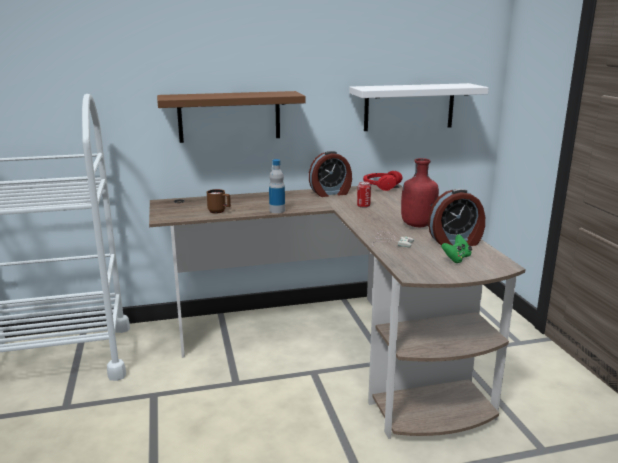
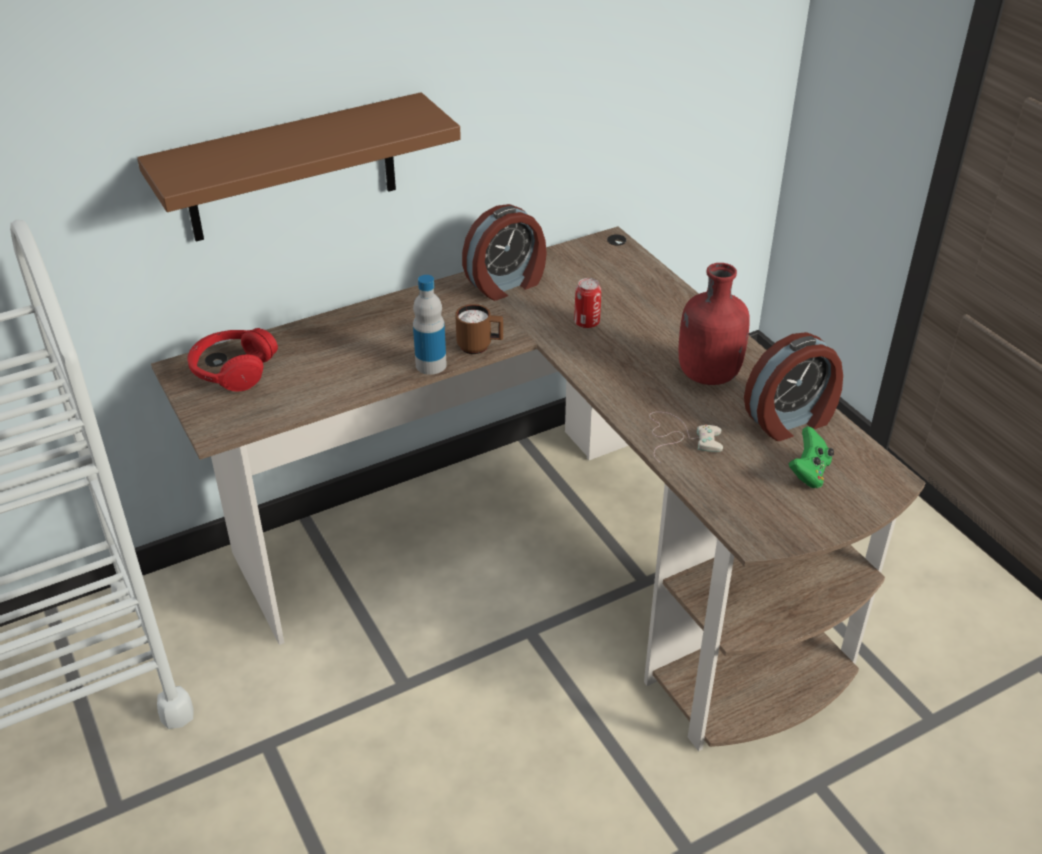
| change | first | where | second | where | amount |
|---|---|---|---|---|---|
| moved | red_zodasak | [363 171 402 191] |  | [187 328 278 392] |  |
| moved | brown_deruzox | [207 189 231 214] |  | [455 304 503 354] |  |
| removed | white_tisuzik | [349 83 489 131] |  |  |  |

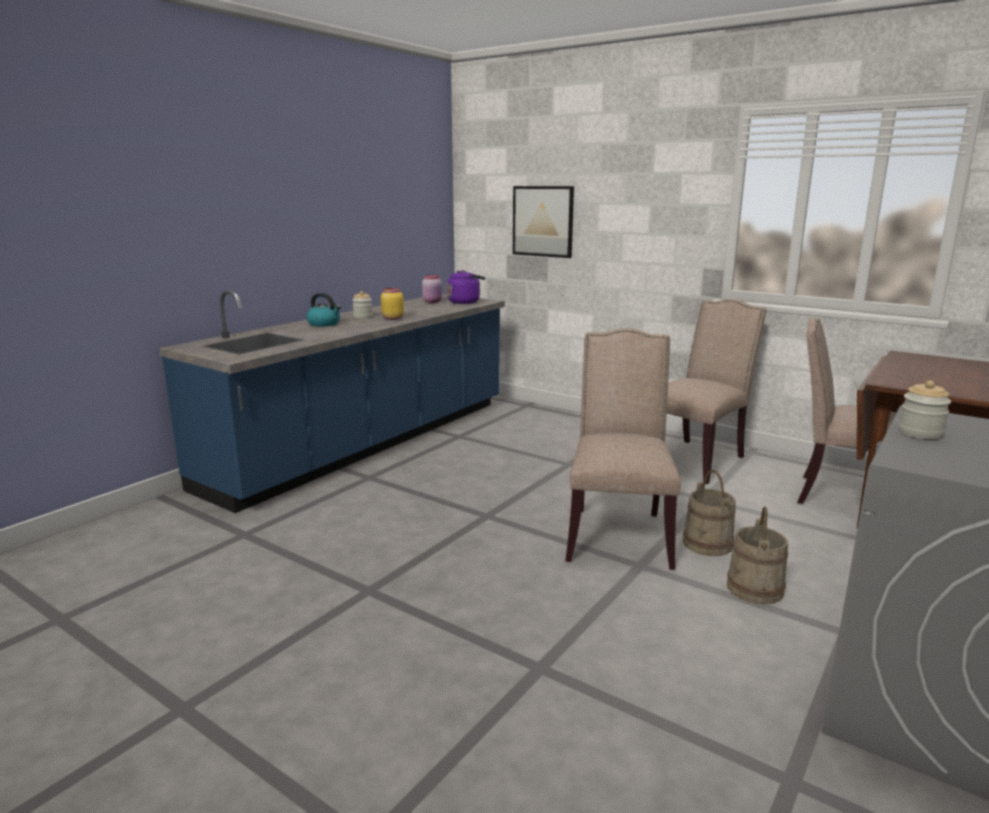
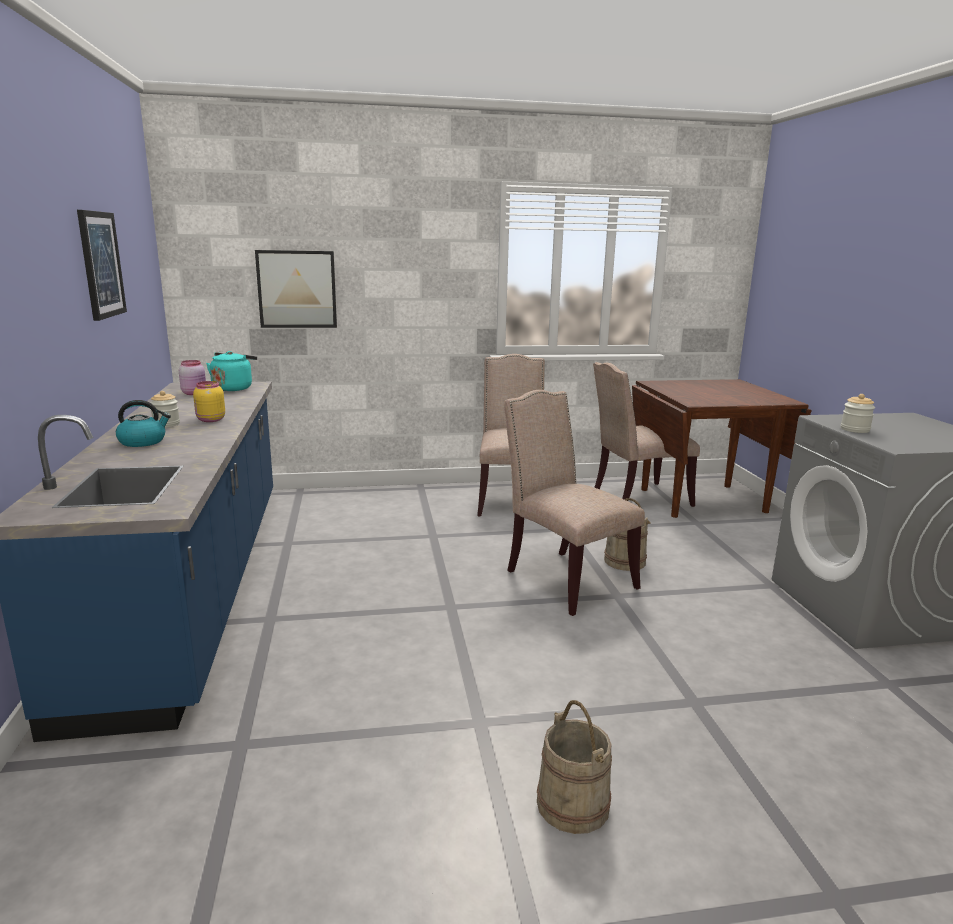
| change | first | where | second | where | amount |
|---|---|---|---|---|---|
| added |  |  | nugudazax | [77 210 127 321] |  |
| recoloured | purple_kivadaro | [447 270 485 304] | turquoise_kivadaro | [206 351 257 391] |  |
| moved | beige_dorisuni | [727 506 788 604] |  | [537 700 612 834] |  |

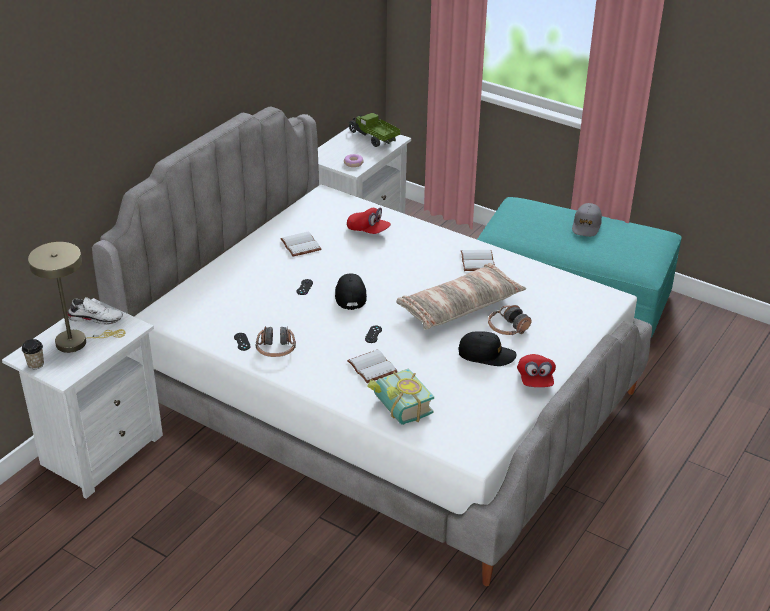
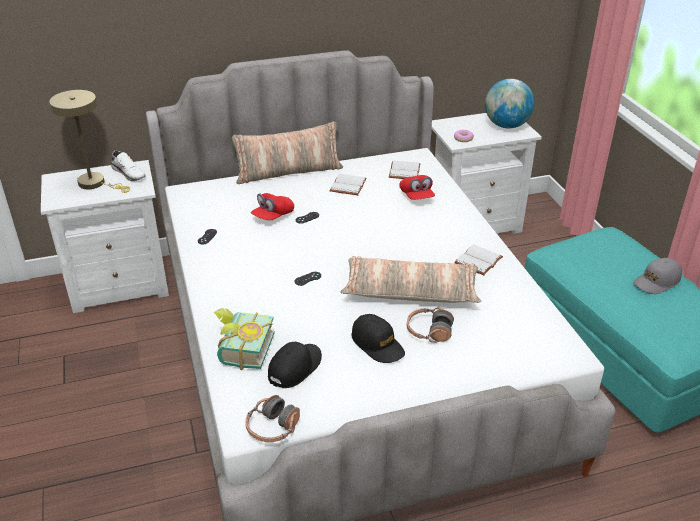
| change | first | where | second | where | amount |
|---|---|---|---|---|---|
| added |  |  | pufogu | [232 122 343 184] |  |
| moved | zodasak | [256 326 296 357] |  | [245 395 300 442] |  |
| moved | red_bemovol | [517 354 556 387] |  | [251 193 294 220] |  |
| moved | black_bemovol | [335 273 367 310] |  | [268 342 322 388] |  |
| moved | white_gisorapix | [347 350 398 383] |  | [389 160 421 179] |  |
| replaced | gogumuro | [348 113 400 147] | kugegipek | [485 79 535 129] |  |
| removed | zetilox | [22 339 44 369] |  |  |  |

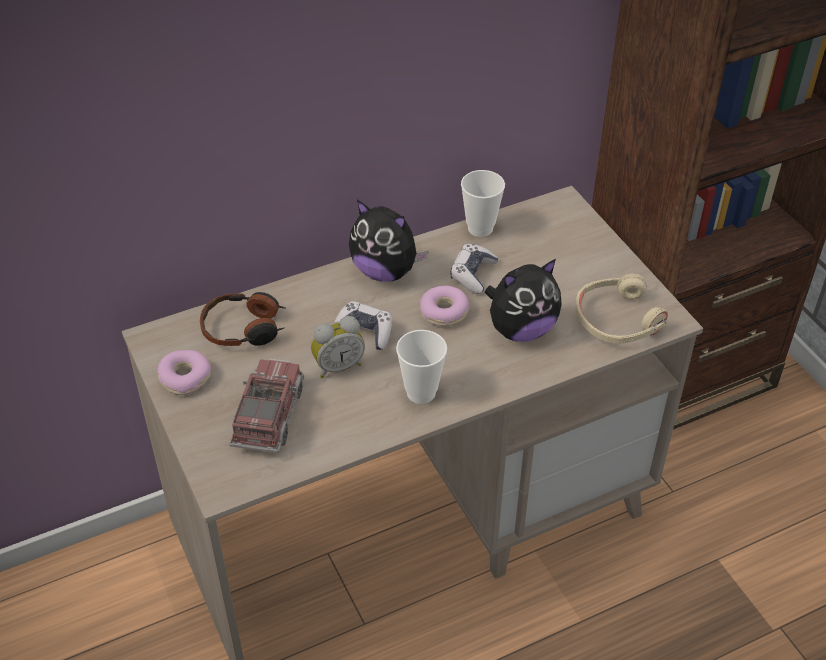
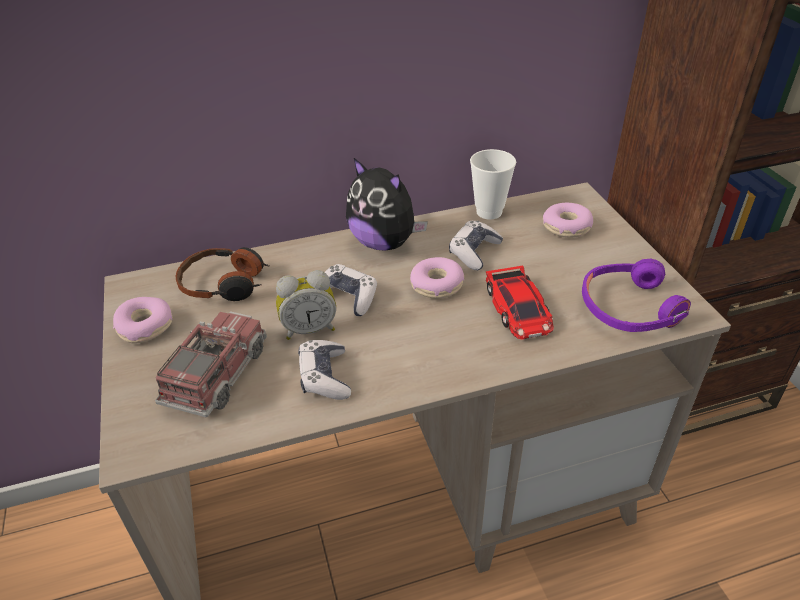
| change | first | where | second | where | amount |
|---|---|---|---|---|---|
| added |  |  | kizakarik | [298 340 351 400] |  |
| replaced | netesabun | [485 259 562 342] | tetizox | [486 266 554 339] |  |
| added |  |  | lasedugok | [543 203 593 238] |  |
| recoloured | beige_zodasak | [575 274 668 344] | purple_zodasak | [582 259 691 332] |  |
| removed | zetilox | [396 330 447 404] |  |  |  |

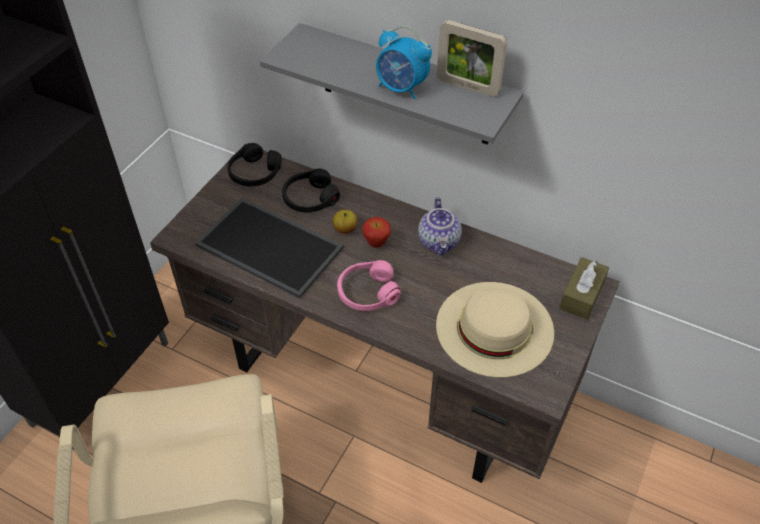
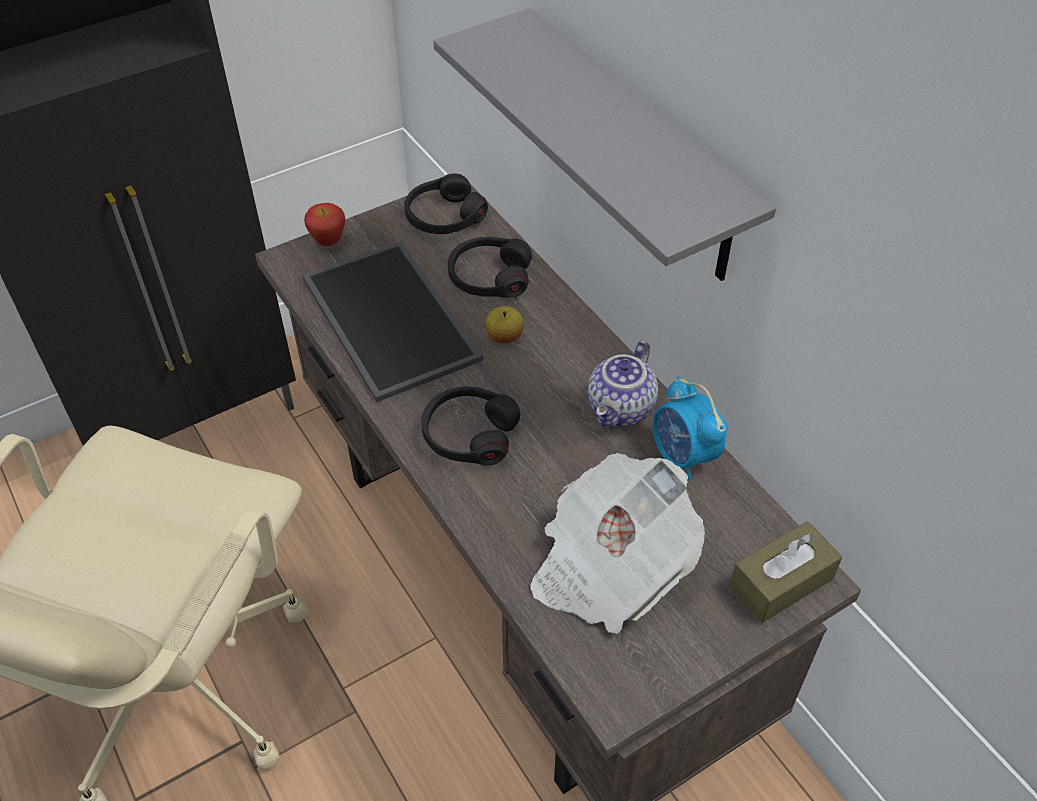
| change | first | where | second | where | amount |
|---|---|---|---|---|---|
| moved | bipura | [362 217 391 248] |  | [304 203 345 246] |  |
| recoloured | pink_zodasak | [337 260 401 311] | black_zodasak | [421 386 520 466] |  |
| replaced | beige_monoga | [436 282 554 378] | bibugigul | [530 453 705 634] |  |
| moved | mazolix | [376 26 432 100] |  | [653 376 728 481] |  |
| removed | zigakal | [437 20 507 97] |  |  |  |

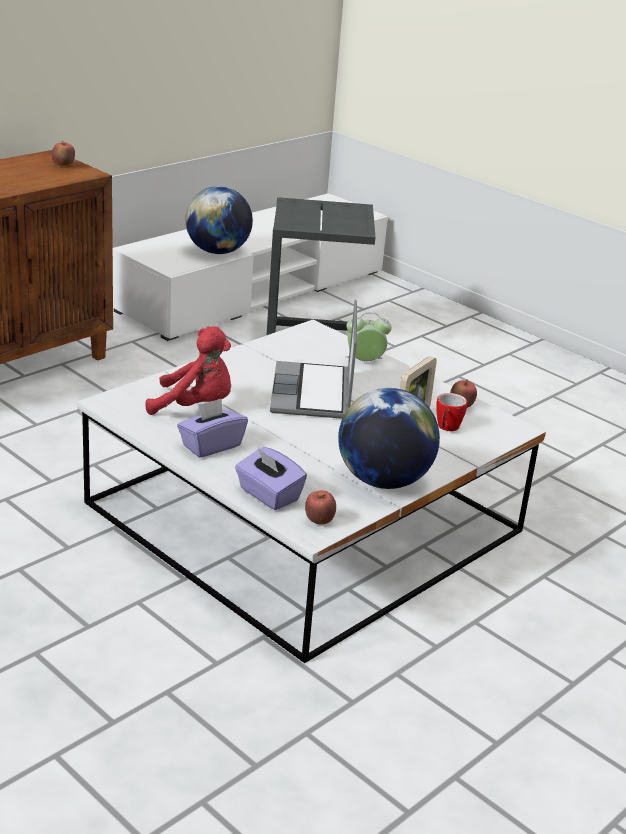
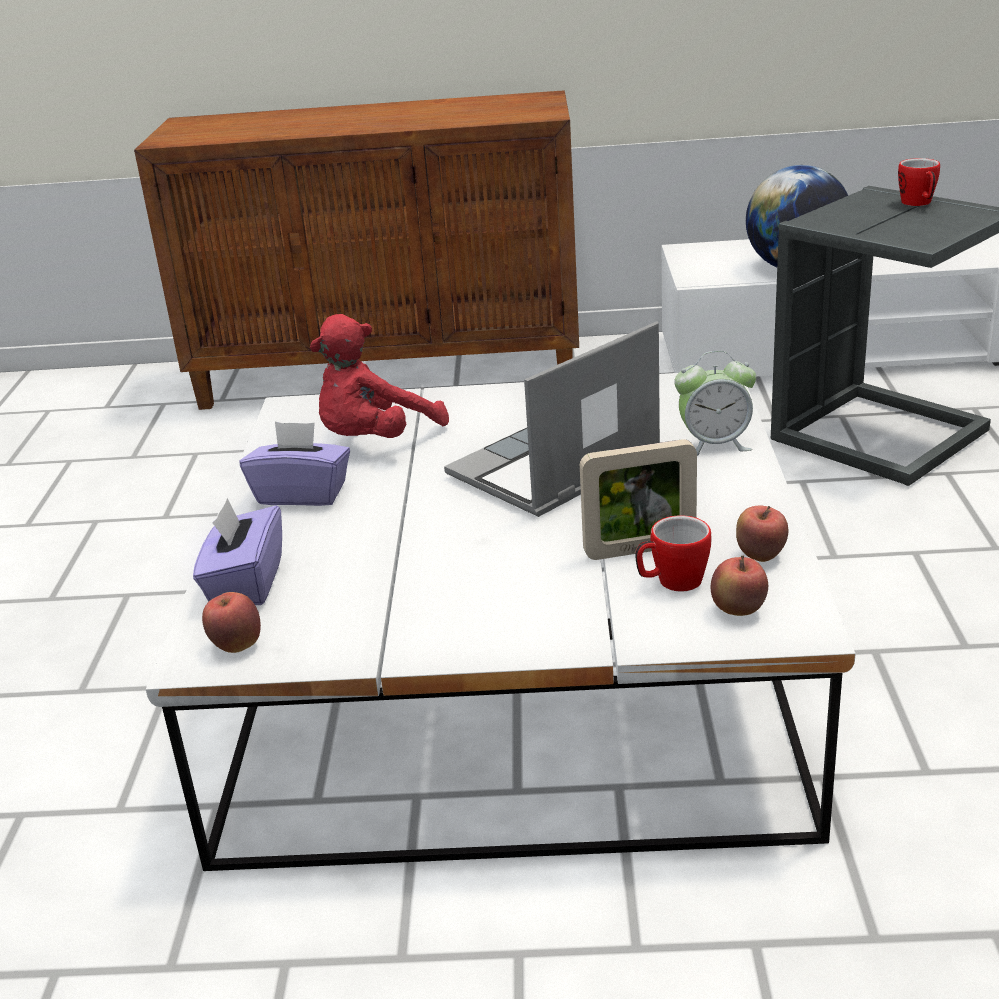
| change | first | where | second | where | amount |
|---|---|---|---|---|---|
| turned | red_netesabun | [146 326 231 415] |  | [310 314 449 438] | 75 degrees clockwise |
| turned | mazolix | [346 313 392 361] |  | [674 351 756 456] | 135 degrees clockwise |
| moved | bipura | [52 141 75 166] |  | [711 556 768 616] |  |
| added |  |  | deruzox | [898 158 940 206] |  |
| removed | kugegipek | [338 388 440 489] |  |  |  |

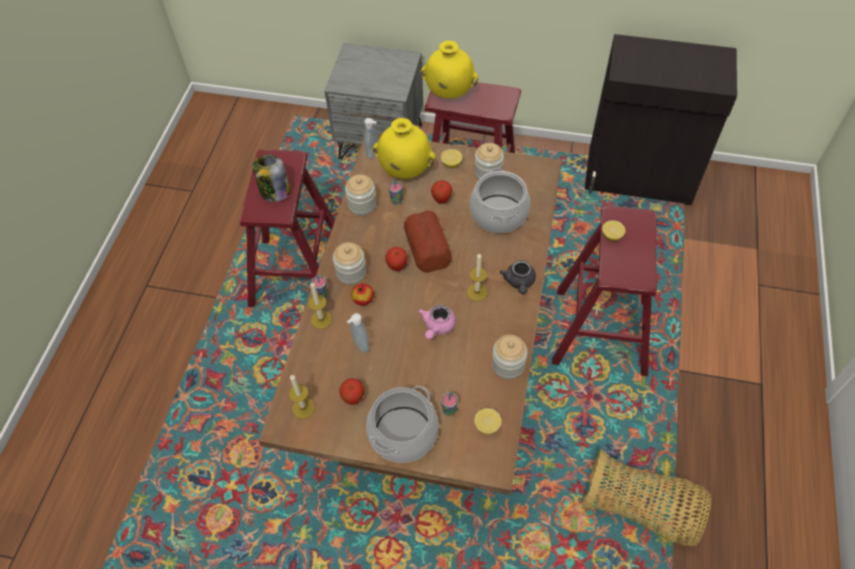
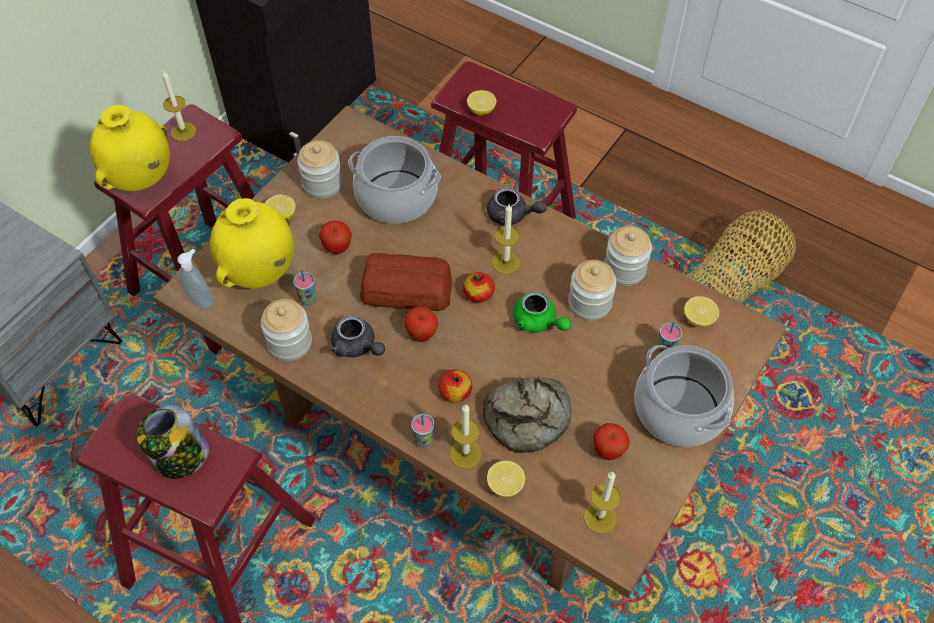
| change | first | where | second | where | amount |
|---|---|---|---|---|---|
| added |  |  | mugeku | [162 70 196 141] |  |
| added |  |  | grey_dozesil | [331 315 385 357] |  |
| added |  |  | bipura | [463 272 495 302] |  |
| replaced | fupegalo | [347 313 369 352] | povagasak | [483 377 571 453] |  |
| added |  |  | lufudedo | [487 461 525 497] |  |
| recoloured | pink_dozesil | [418 305 456 340] | green_dozesil | [513 291 571 332] |  |
| moved | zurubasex | [333 242 366 285] |  | [568 260 617 321] |  |

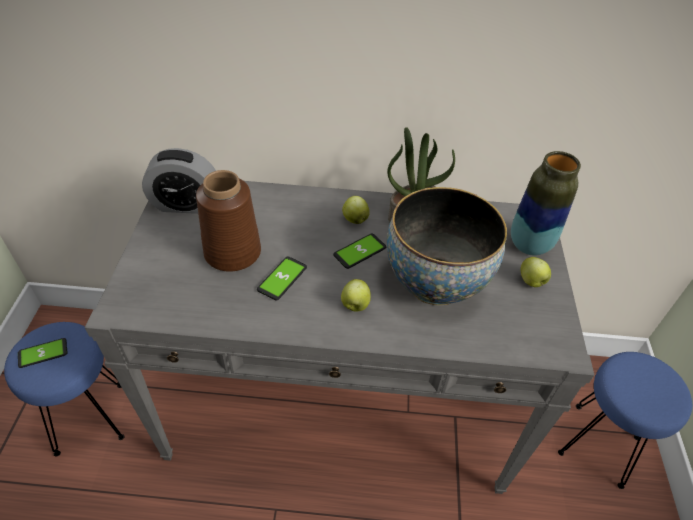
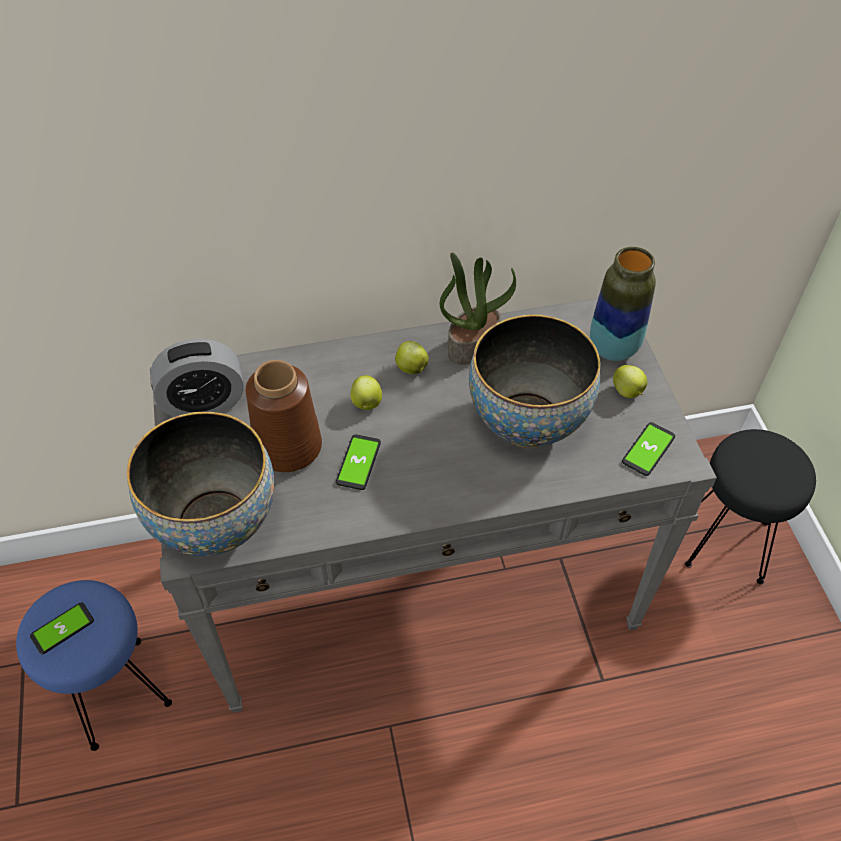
| change | first | where | second | where | amount |
|---|---|---|---|---|---|
| added |  |  | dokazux | [127 412 274 556] |  |
| moved | bipura | [341 279 371 311] |  | [350 375 382 410] |  |
| moved | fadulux | [333 233 386 269] |  | [622 422 675 476] |  |
| recoloured | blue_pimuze | [558 352 692 489] | black_pimuze | [685 429 816 584] |  |

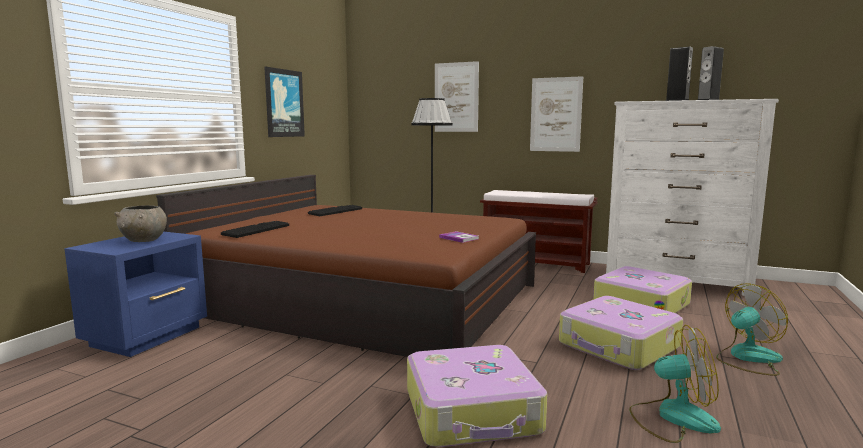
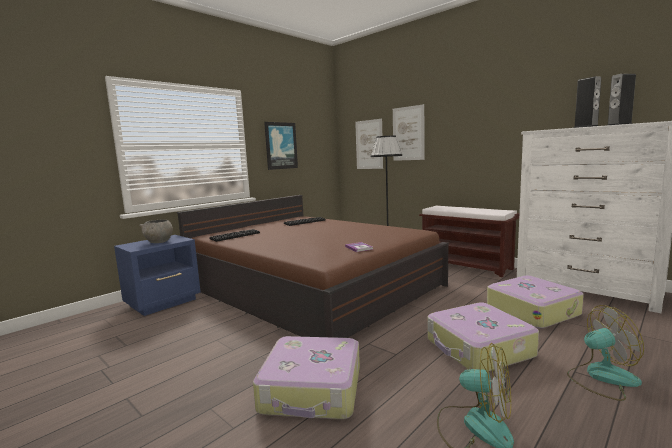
| change | first | where | second | where | amount |
|---|---|---|---|---|---|
| moved | nugudazax | [530 76 583 152] |  | [355 119 383 169] |  |

